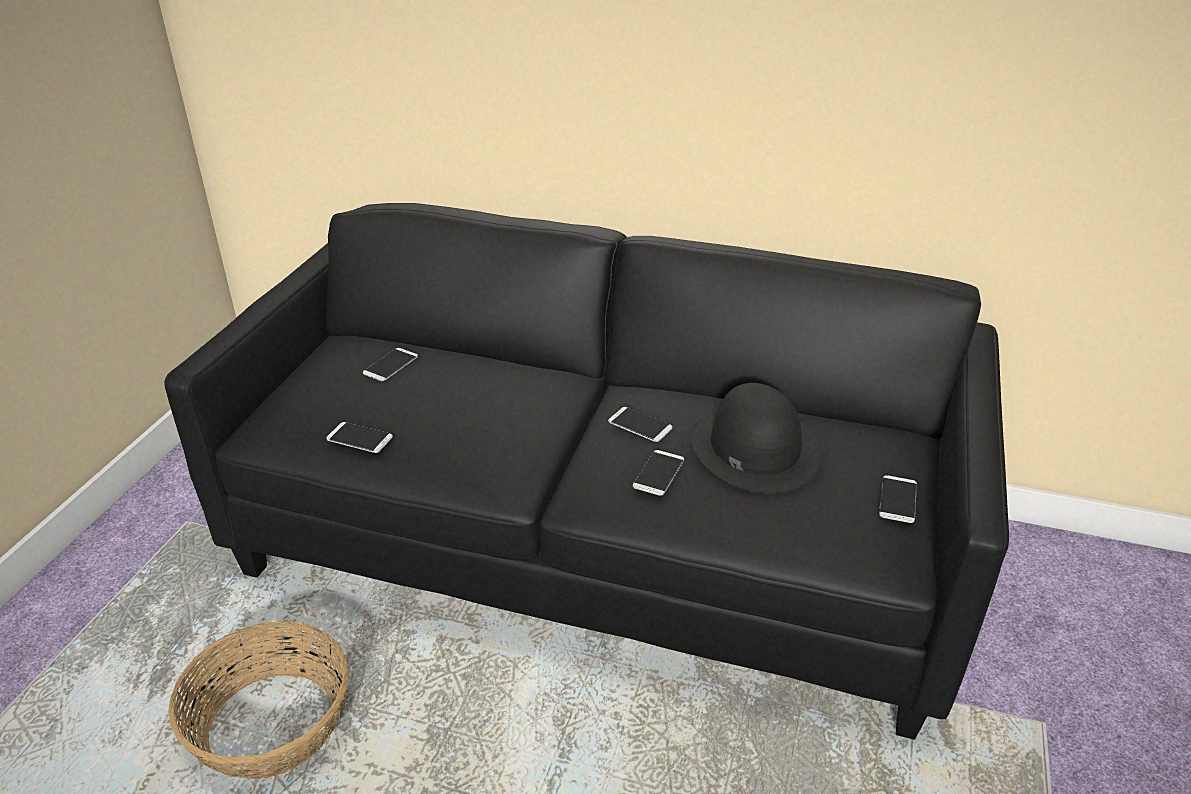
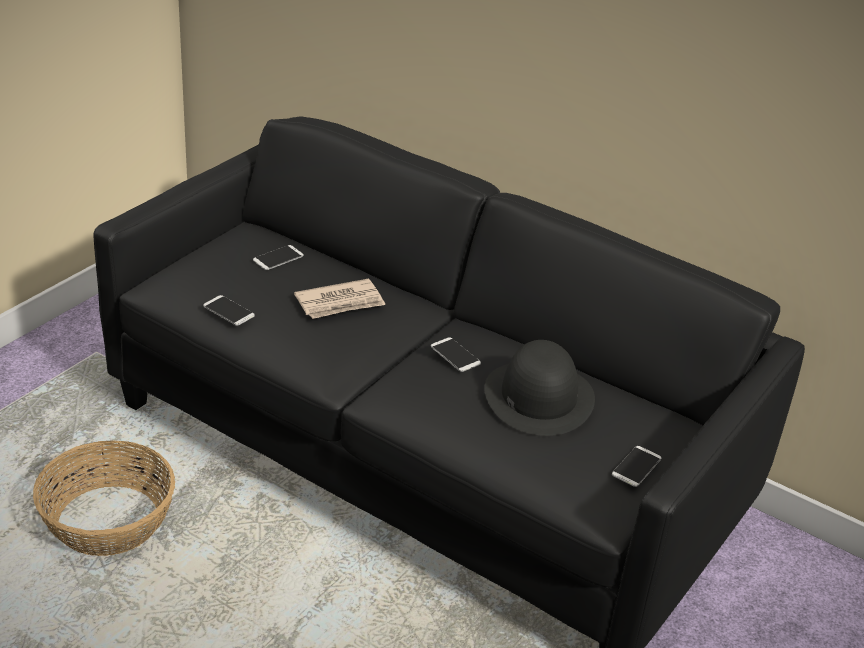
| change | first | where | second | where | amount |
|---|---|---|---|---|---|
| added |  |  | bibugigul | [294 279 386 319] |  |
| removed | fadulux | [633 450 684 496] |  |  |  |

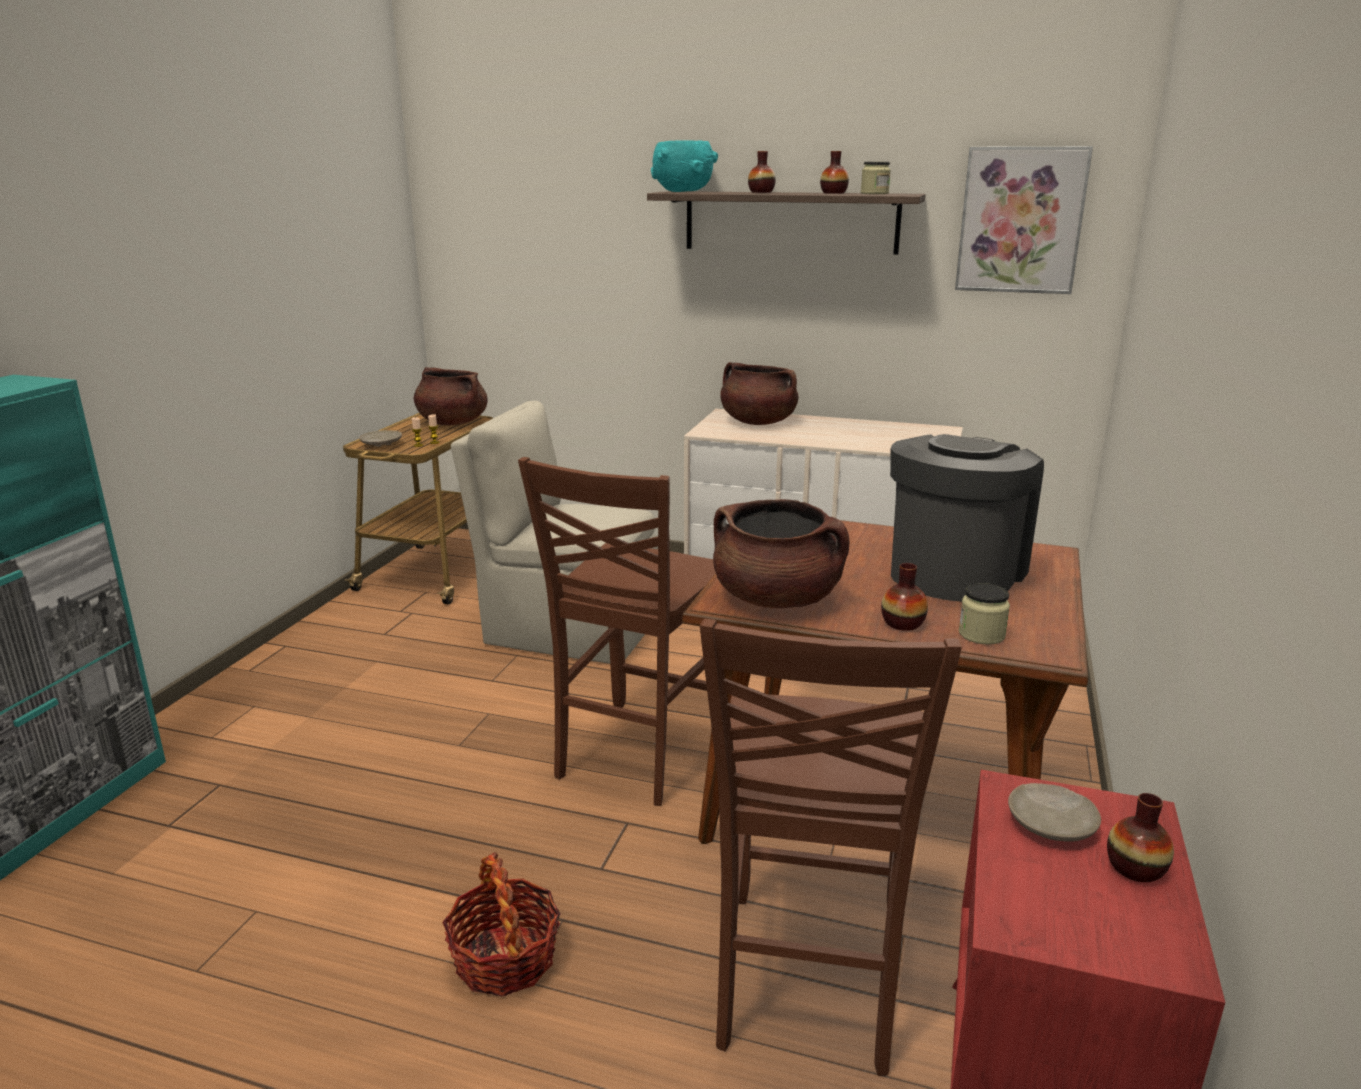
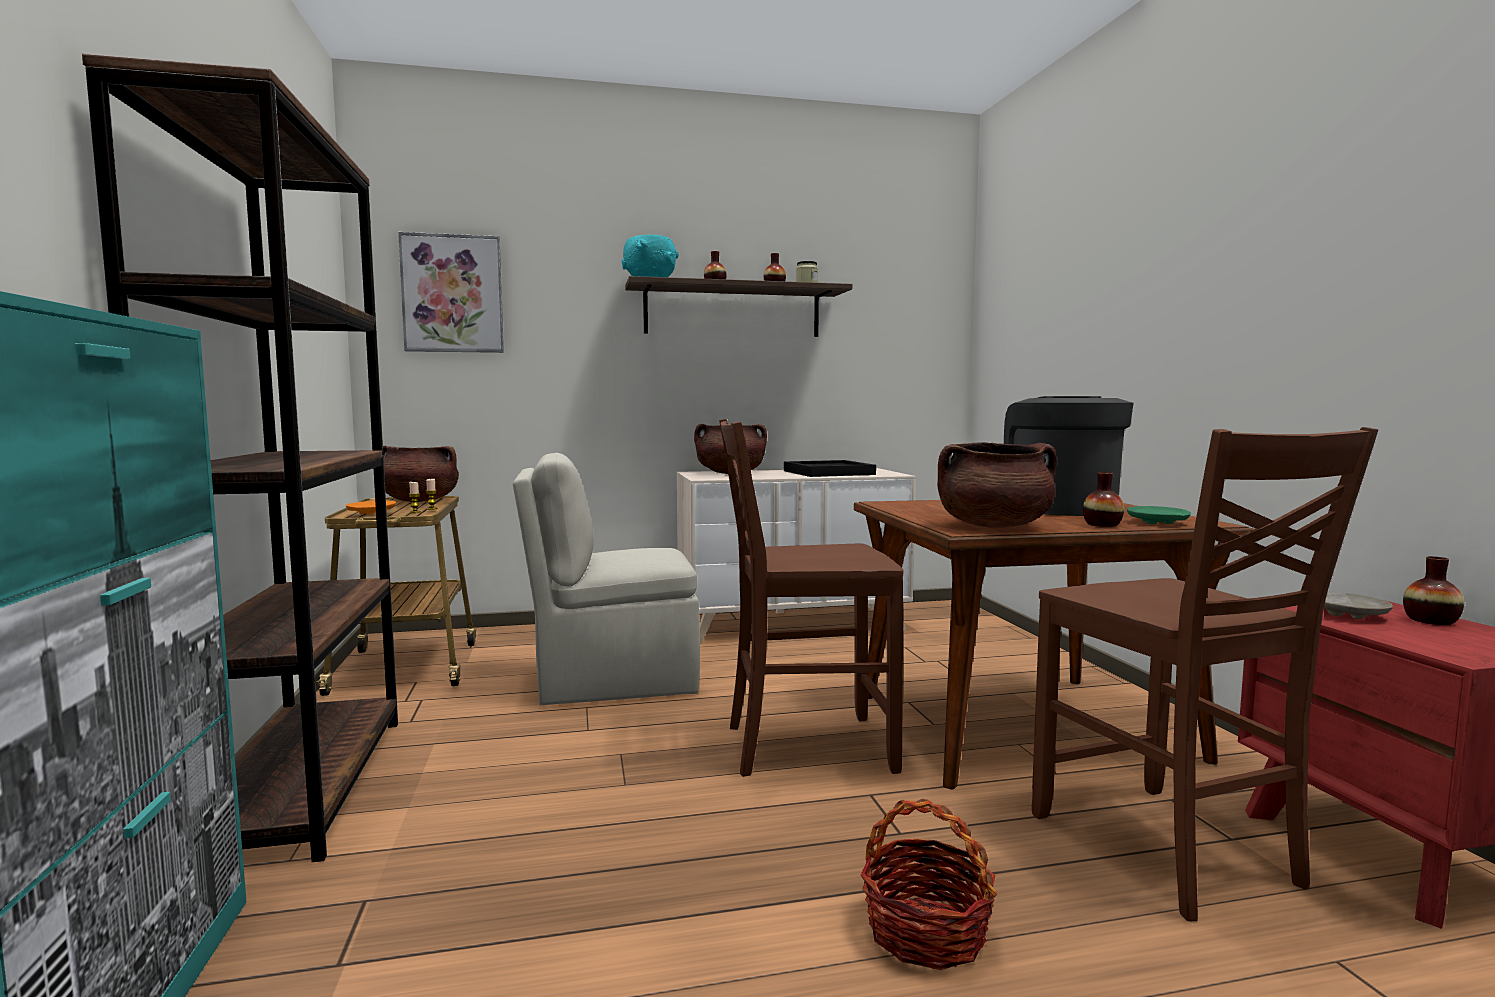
| change | first | where | second | where | amount |
|---|---|---|---|---|---|
| added |  |  | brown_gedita | [82 53 398 862] |  |
| recoloured | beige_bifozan | [359 430 402 447] | orange_bifozan | [346 500 396 515] |  |
| moved | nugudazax | [955 146 1093 294] |  | [398 232 504 353] |  |
| turned | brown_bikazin | [518 457 716 806] |  | [719 419 903 777] | 90 degrees clockwise |
| added |  |  | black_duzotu | [784 460 876 477] |  |
| replaced | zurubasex | [959 583 1010 645] | green_bifozan | [1127 506 1191 524] |  |

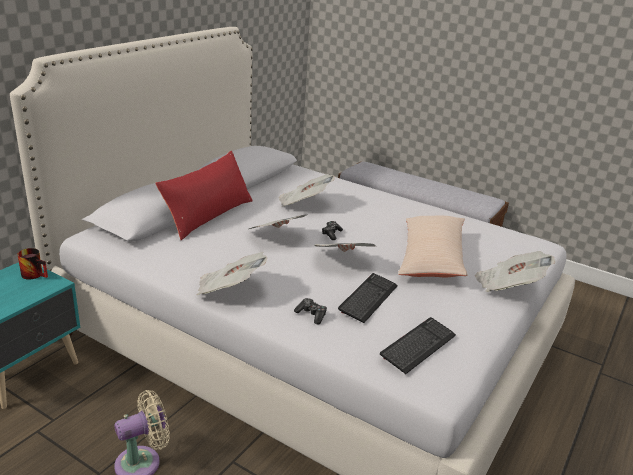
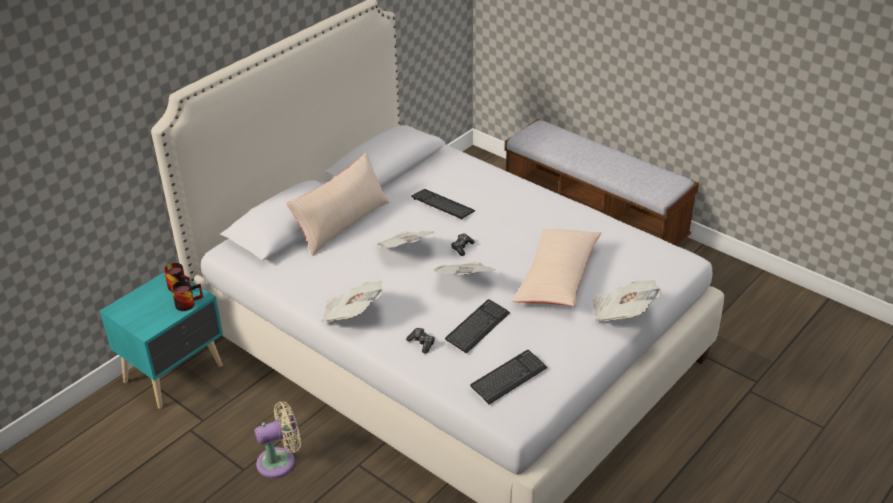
| change | first | where | second | where | amount |
|---|---|---|---|---|---|
| added |  |  | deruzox | [171 281 203 311] |  |
| recoloured | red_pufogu | [155 151 253 240] | beige_pufogu | [286 152 389 256] |  |
| replaced | bibugigul | [279 174 335 207] | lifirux | [411 189 476 220] |  |

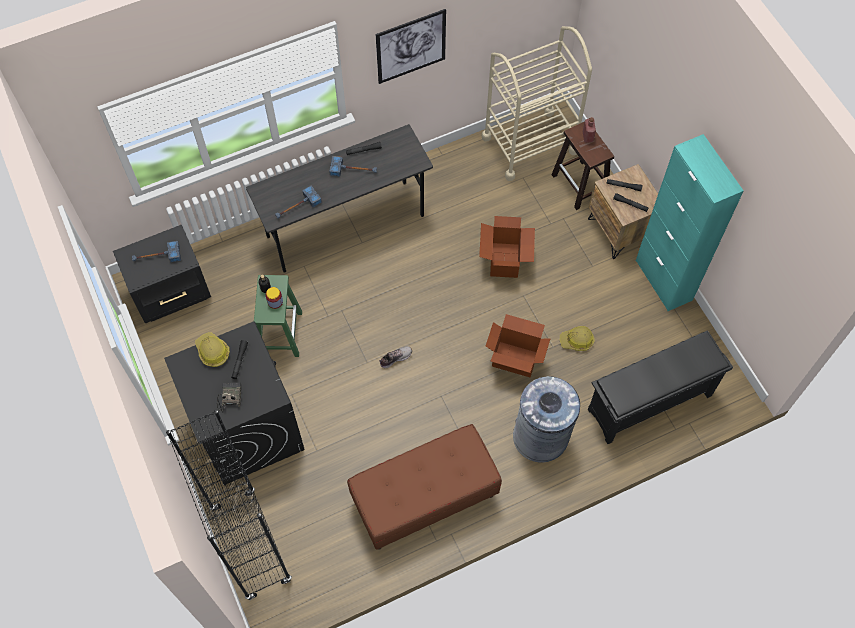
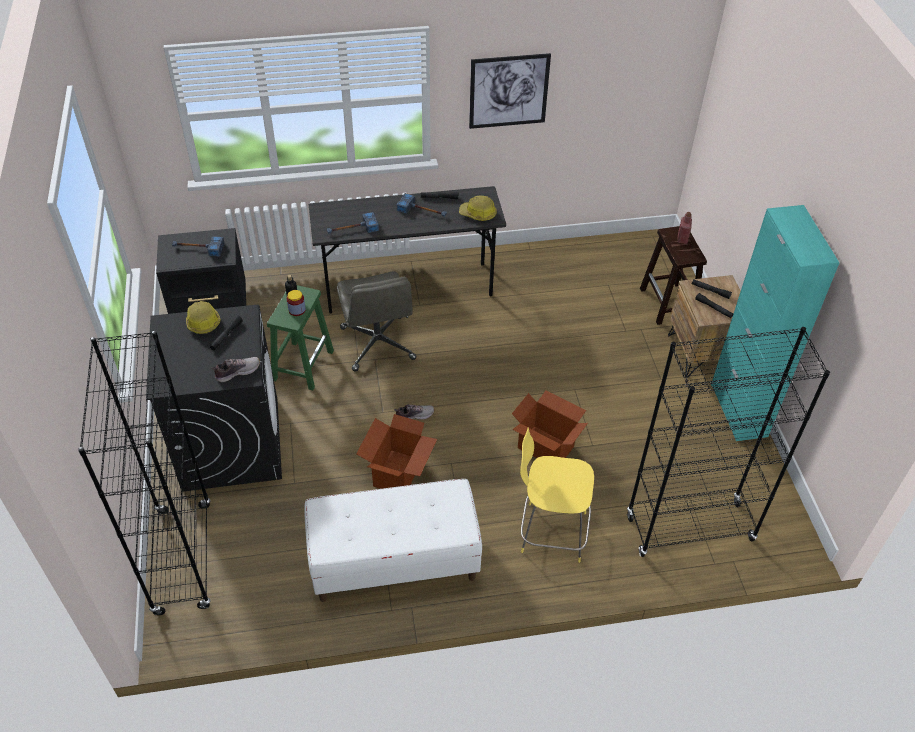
| change | first | where | second | where | amount |
|---|---|---|---|---|---|
| added |  |  | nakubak | [211 357 260 382] |  |
| recoloured | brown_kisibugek | [347 424 502 550] | white_kisibugek | [305 479 482 602] |  |
| added |  |  | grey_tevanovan | [337 272 416 371] |  |
| moved | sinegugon | [479 216 535 278] |  | [356 414 437 489] |  |
| moved | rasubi | [560 326 594 351] |  | [459 195 497 221] |  |
| replaced | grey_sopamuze | [513 376 580 463] | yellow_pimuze | [520 428 594 563] |  |
| replaced | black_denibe | [588 330 733 444] | black_gedita | [626 327 830 557] |  |
| removed | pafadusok | [217 383 242 413] |  |  |  |
| removed | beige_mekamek | [482 26 592 181] |  |  |  |

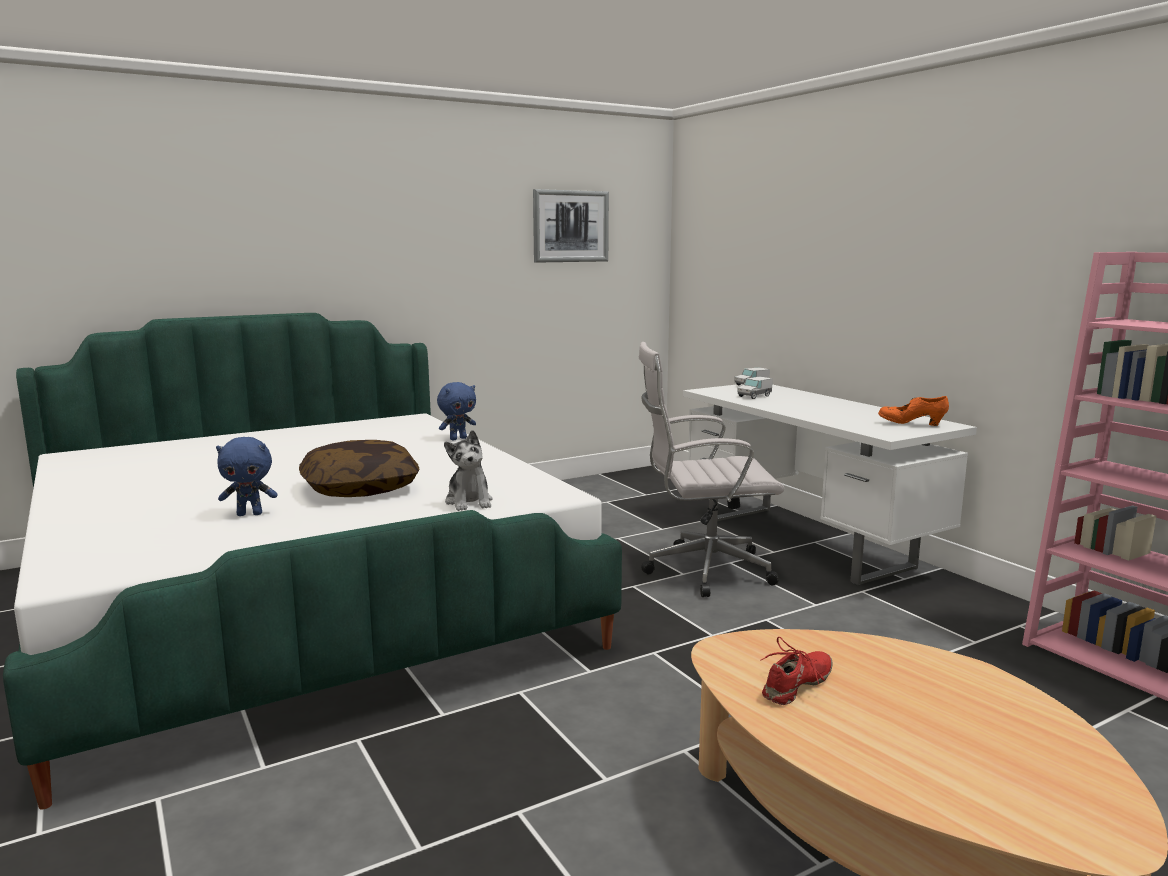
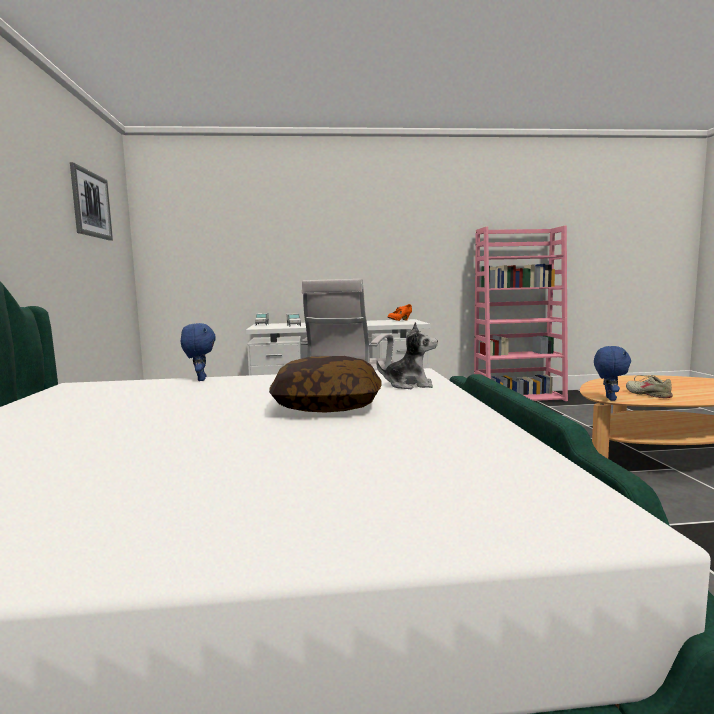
| change | first | where | second | where | amount |
|---|---|---|---|---|---|
| moved | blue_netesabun | [216 437 277 516] |  | [594 346 631 401] |  |
| recoloured | red_nakubak | [761 637 833 705] | beige_nakubak | [626 375 673 398] |  |

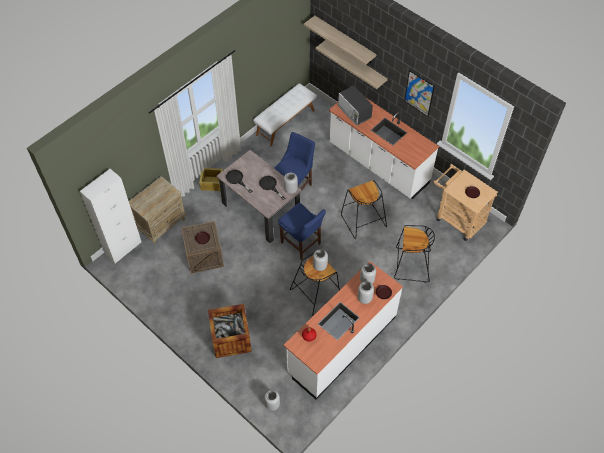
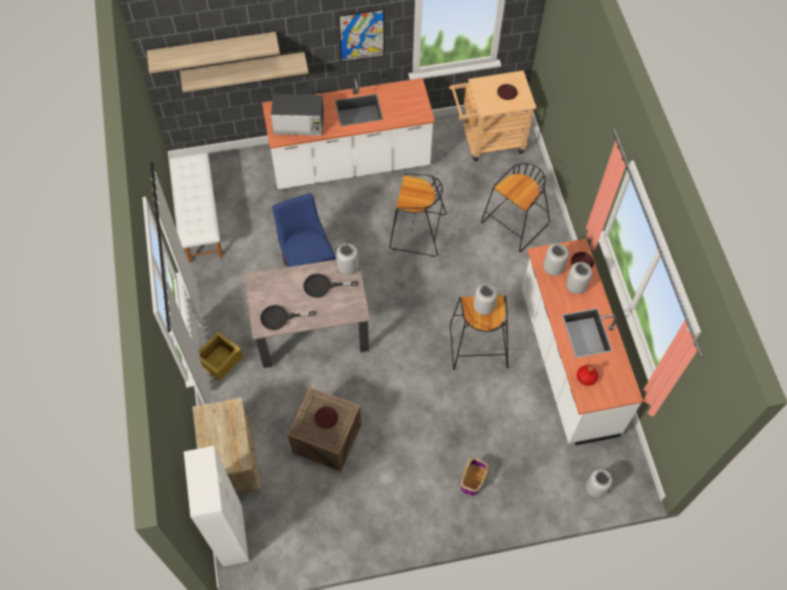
| change | first | where | second | where | amount |
|---|---|---|---|---|---|
| replaced | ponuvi | [208 304 252 358] | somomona | [461 456 489 496] |  |
| removed | blue_bikazin | [278 203 326 260] |  |  |  |

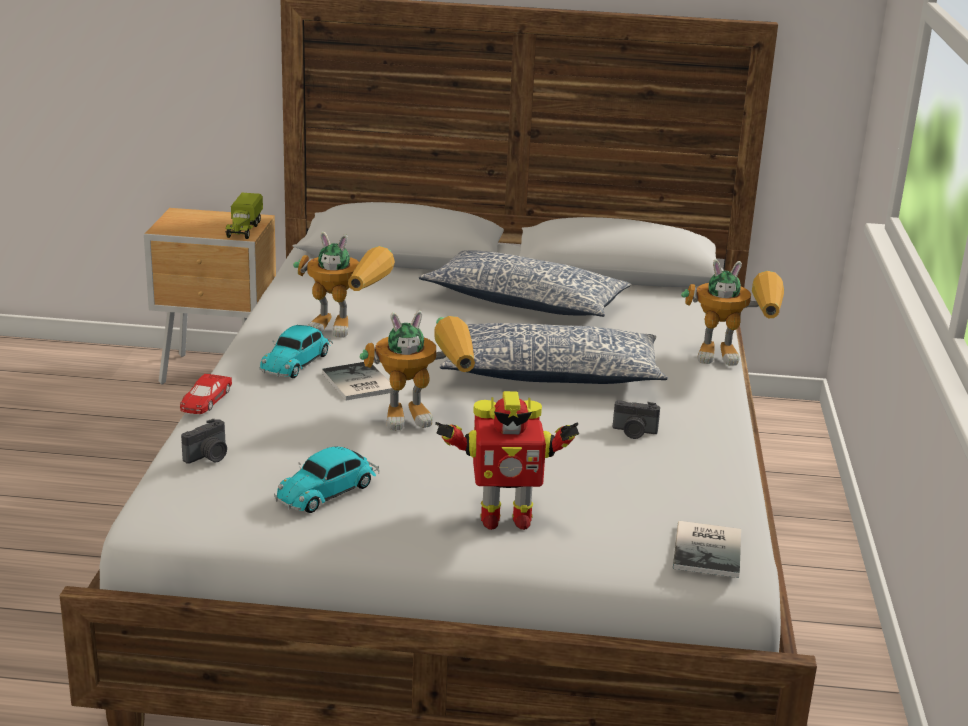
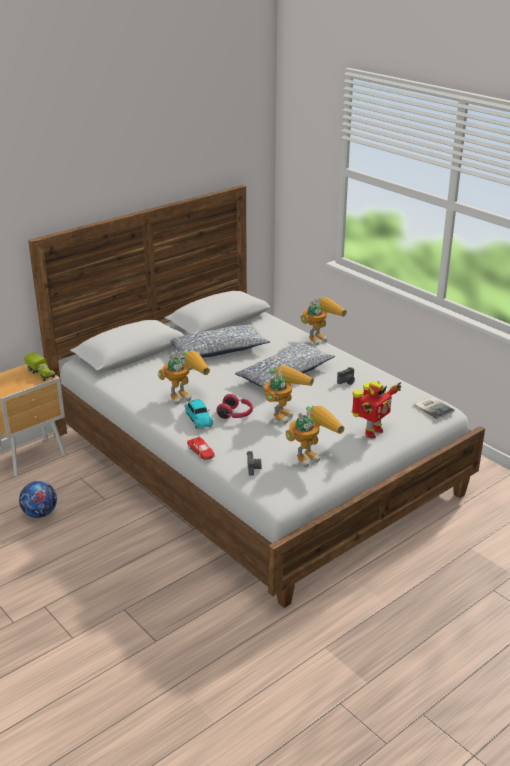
| change | first | where | second | where | amount |
|---|---|---|---|---|---|
| added |  |  | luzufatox | [19 481 57 518] |  |
| replaced | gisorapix | [322 362 392 401] | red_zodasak | [217 394 253 419] |  |
| replaced | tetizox | [274 446 380 513] | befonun | [286 405 345 468] |  |

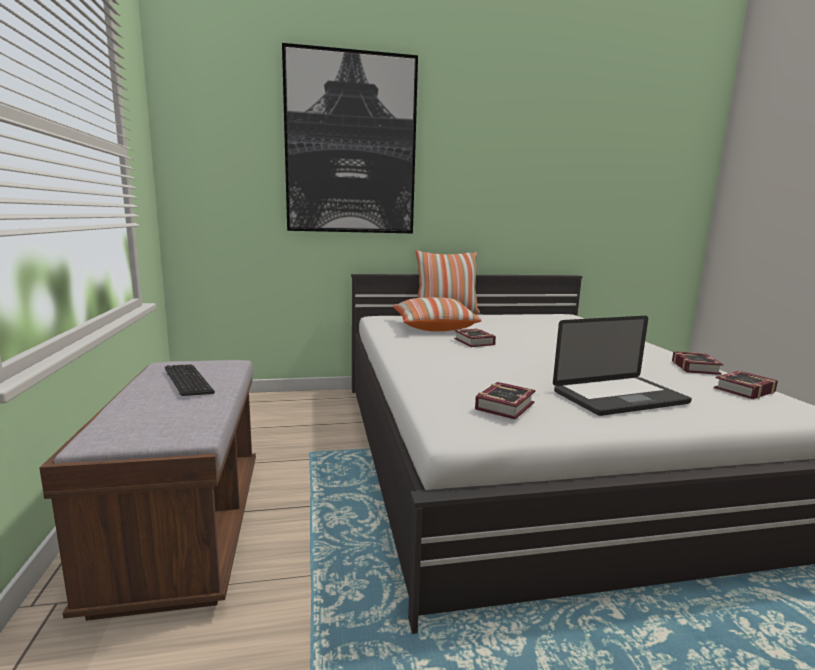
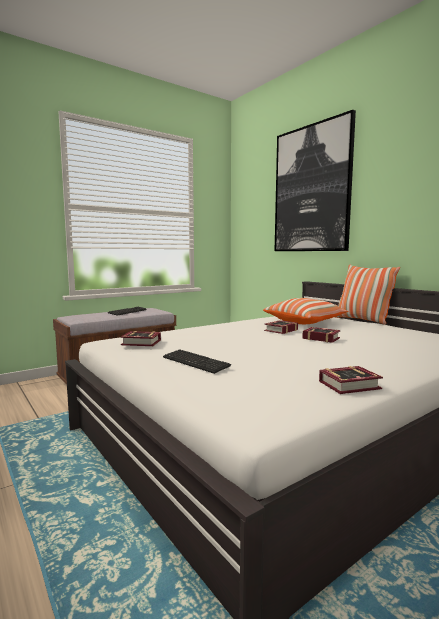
| change | first | where | second | where | amount |
|---|---|---|---|---|---|
| replaced | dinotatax | [553 316 692 416] | lifirux | [163 349 231 374] |  |
| moved | gisorapix | [714 371 778 399] |  | [302 327 340 343] |  |

